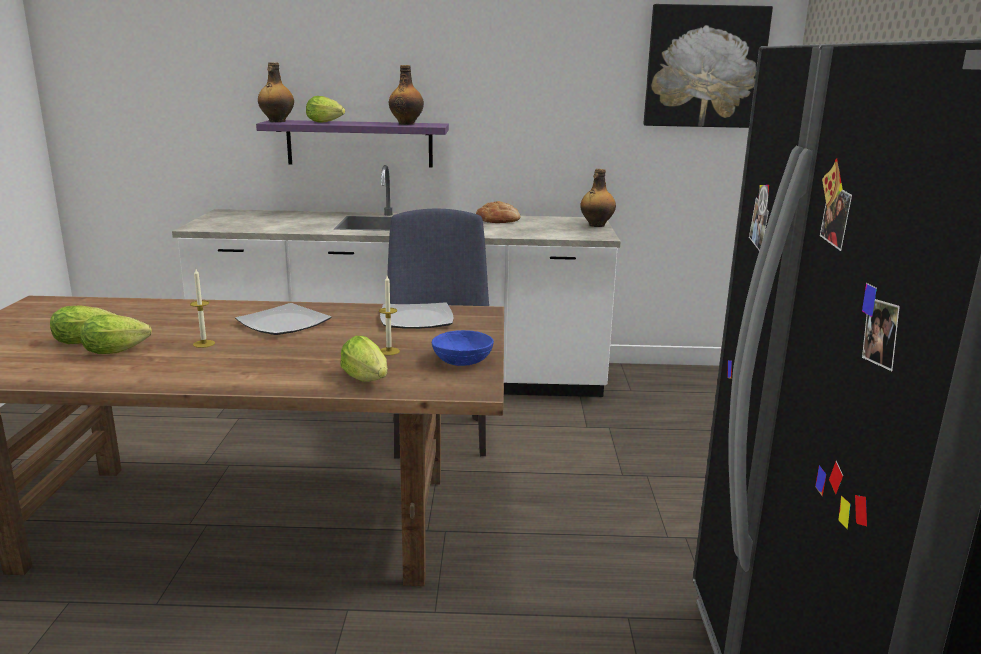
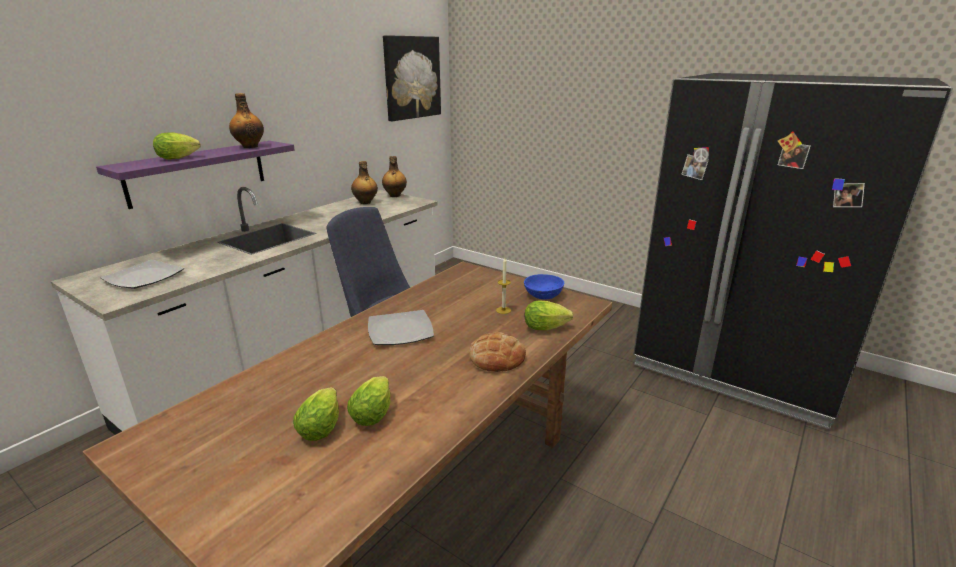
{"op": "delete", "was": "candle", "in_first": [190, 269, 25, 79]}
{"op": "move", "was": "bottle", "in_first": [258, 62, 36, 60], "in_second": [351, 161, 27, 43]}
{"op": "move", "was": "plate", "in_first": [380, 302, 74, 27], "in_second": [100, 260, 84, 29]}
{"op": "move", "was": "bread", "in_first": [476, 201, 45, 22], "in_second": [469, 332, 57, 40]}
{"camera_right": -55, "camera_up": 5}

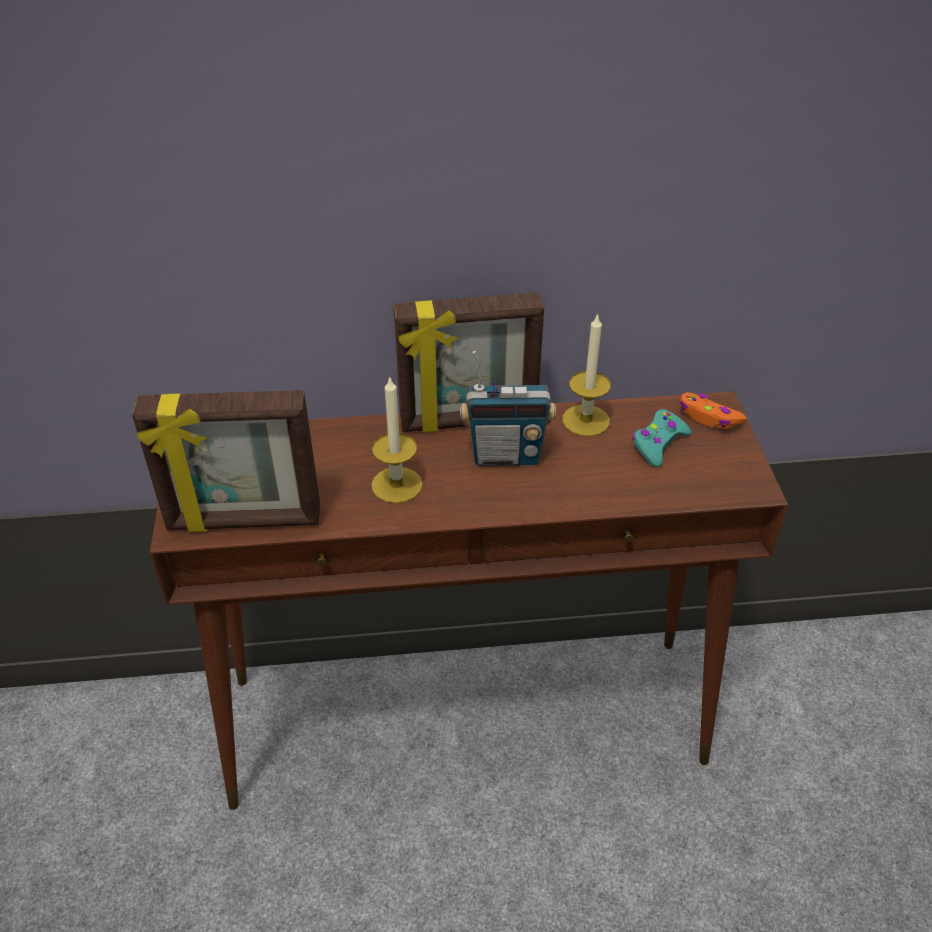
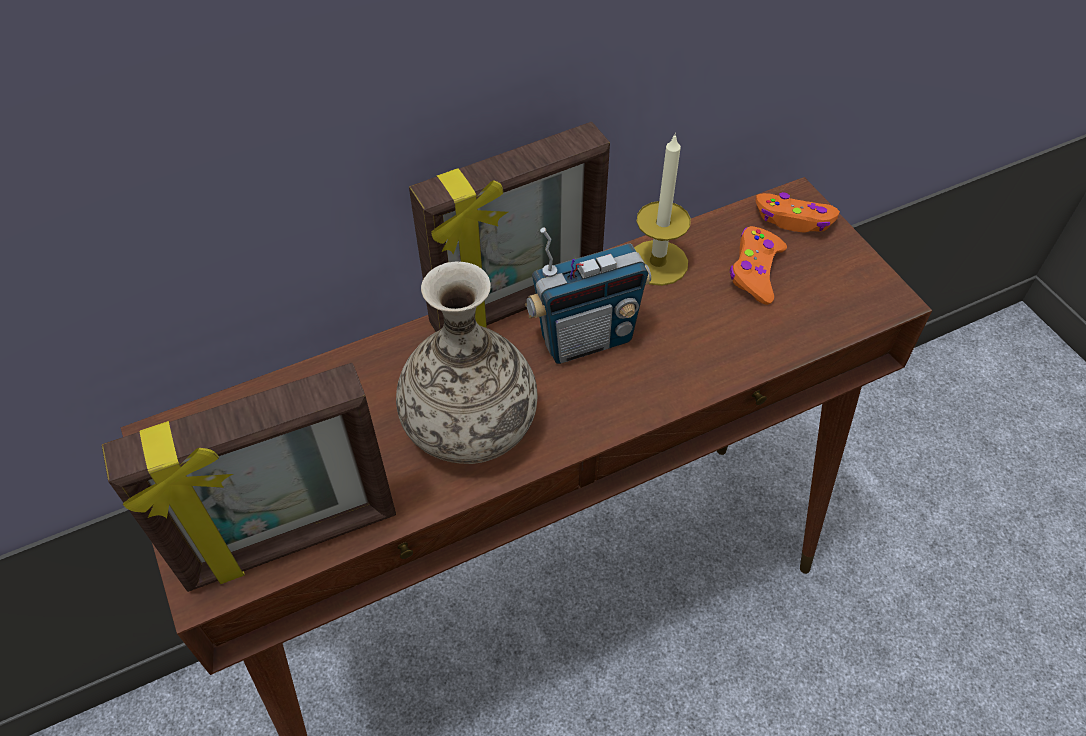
{"op": "replace", "was": "candle", "now": "vase", "in_first": [371, 376, 52, 128], "in_second": [396, 261, 142, 203]}
{"op": "recolor", "was": "turquoise game controller", "now": "orange game controller", "in_first": [632, 409, 60, 58], "in_second": [730, 226, 57, 79]}
{"camera_right": -20, "camera_up": 10}

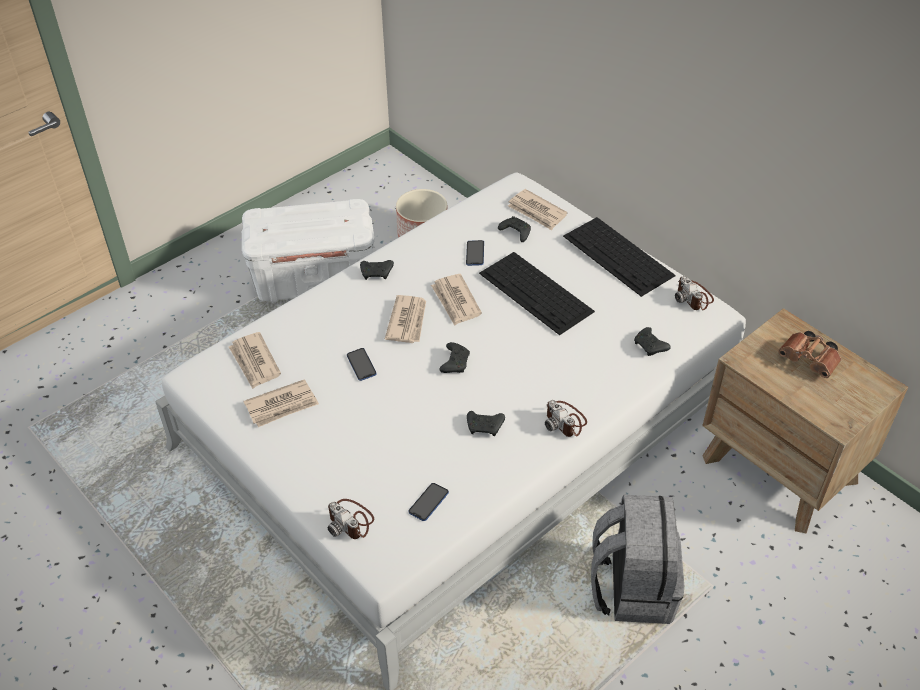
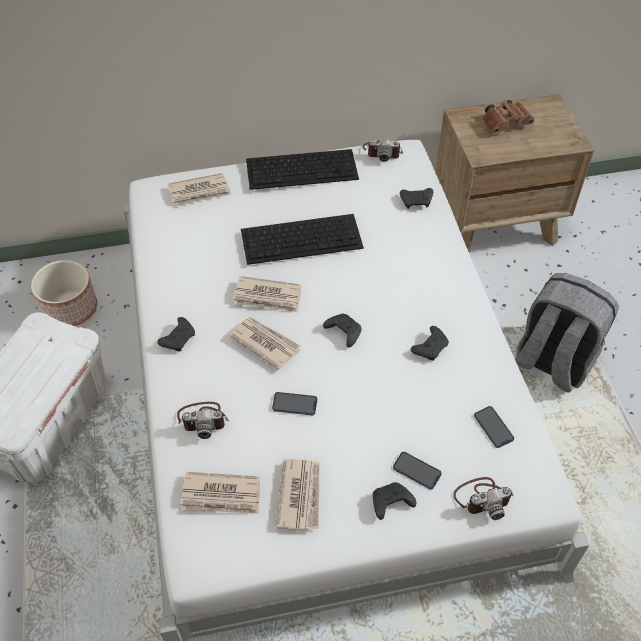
{"op": "move", "was": "phone", "in_first": [466, 240, 18, 26], "in_second": [393, 452, 49, 38]}
{"op": "move", "was": "black game controller", "in_first": [498, 216, 33, 26], "in_second": [373, 482, 43, 38]}
{"op": "move", "was": "photo camera", "in_first": [545, 400, 42, 37], "in_second": [177, 402, 52, 37]}
{"camera_right": -60, "camera_up": 5}

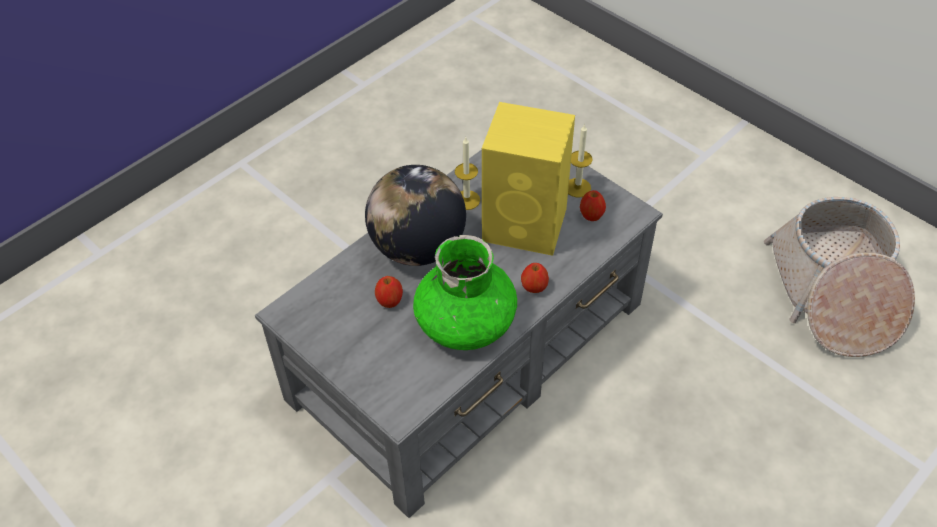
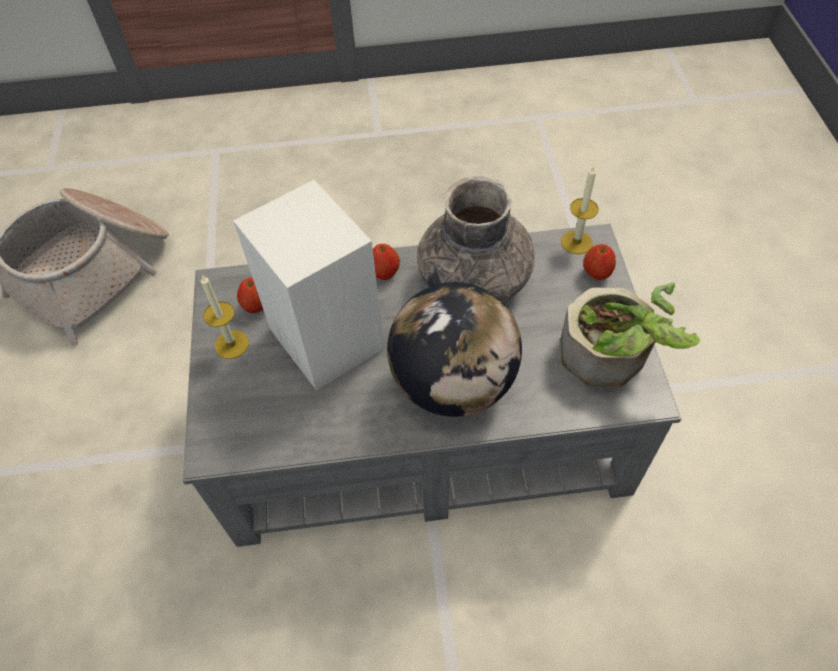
{"op": "move", "was": "apple", "in_first": [375, 276, 28, 32], "in_second": [583, 244, 33, 36]}
{"op": "recolor", "was": "green vase", "now": "grey vase", "in_first": [413, 235, 104, 115], "in_second": [417, 176, 118, 126]}
{"op": "move", "was": "candle", "in_first": [455, 137, 25, 73], "in_second": [561, 166, 37, 88]}
{"op": "recolor", "was": "yellow speaker", "now": "white speaker", "in_first": [482, 102, 93, 154], "in_second": [233, 180, 152, 210]}
{"op": "insert", "now": "potted plant", "in_second": [561, 283, 140, 104]}
{"camera_right": -140, "camera_up": 5}

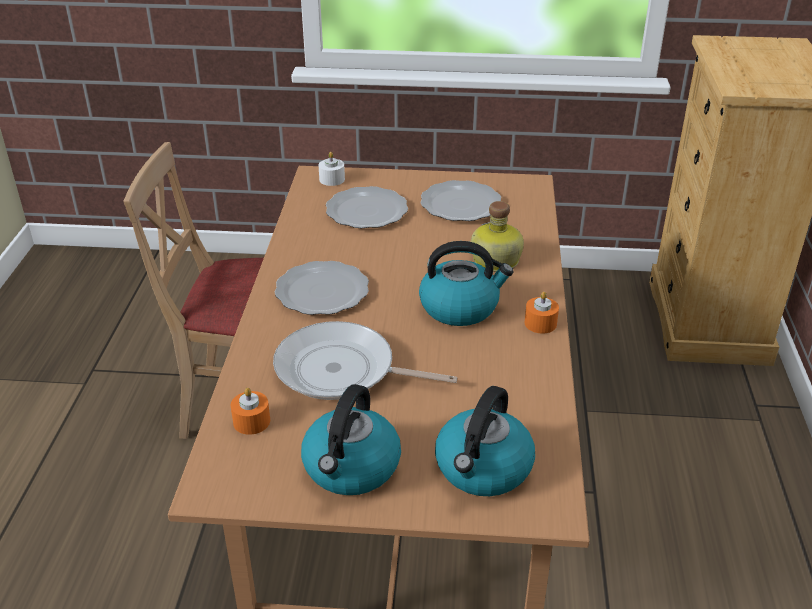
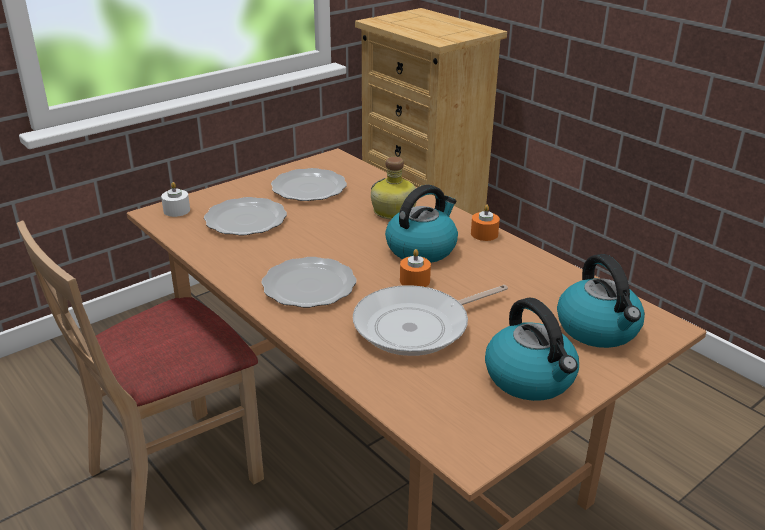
{"op": "move", "was": "orange candle", "in_first": [231, 388, 39, 47], "in_second": [400, 249, 31, 38]}
{"camera_right": -45, "camera_up": -5}

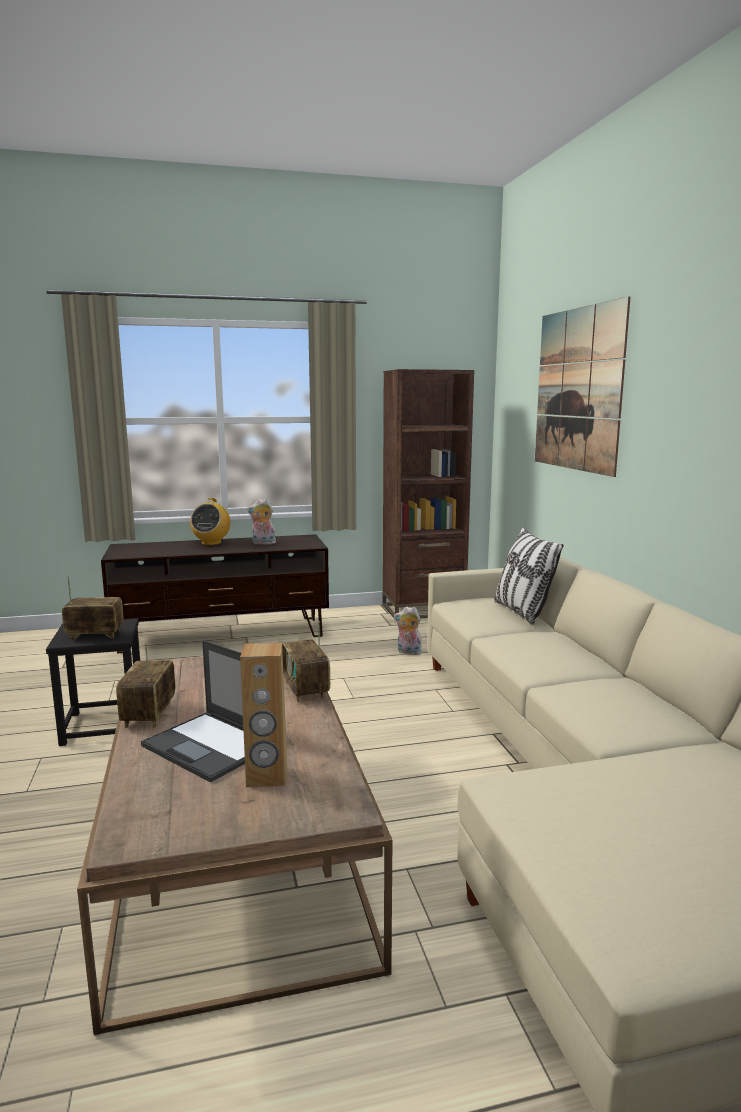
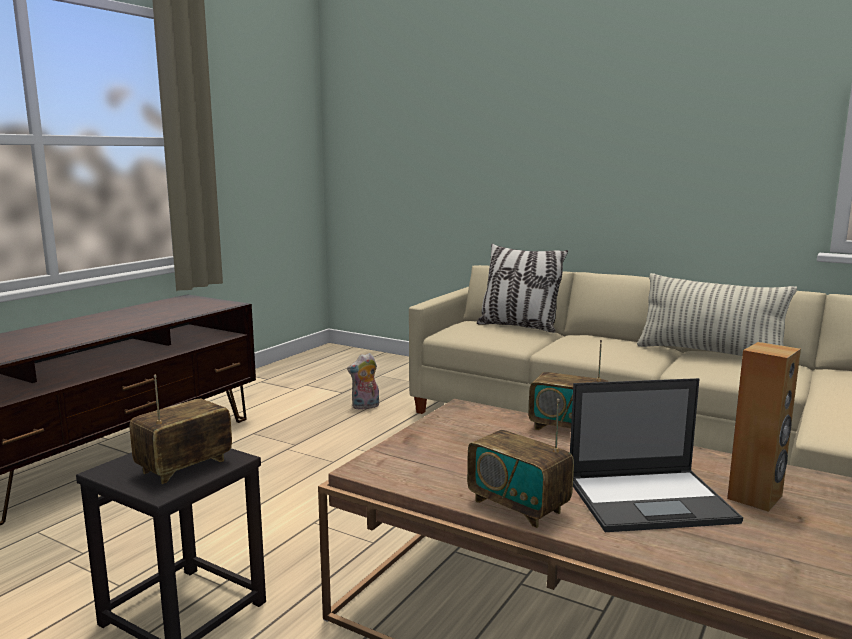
{"op": "delete", "was": "radio", "in_first": [190, 498, 41, 47]}
{"op": "delete", "was": "plush toy", "in_first": [247, 498, 29, 47]}
{"op": "delete", "was": "brown bookcase", "in_first": [382, 369, 92, 250]}
{"op": "delete", "was": "picture", "in_first": [535, 296, 96, 181]}
{"op": "insert", "now": "pillow", "in_second": [637, 273, 160, 83]}
{"camera_right": -45, "camera_up": 0}

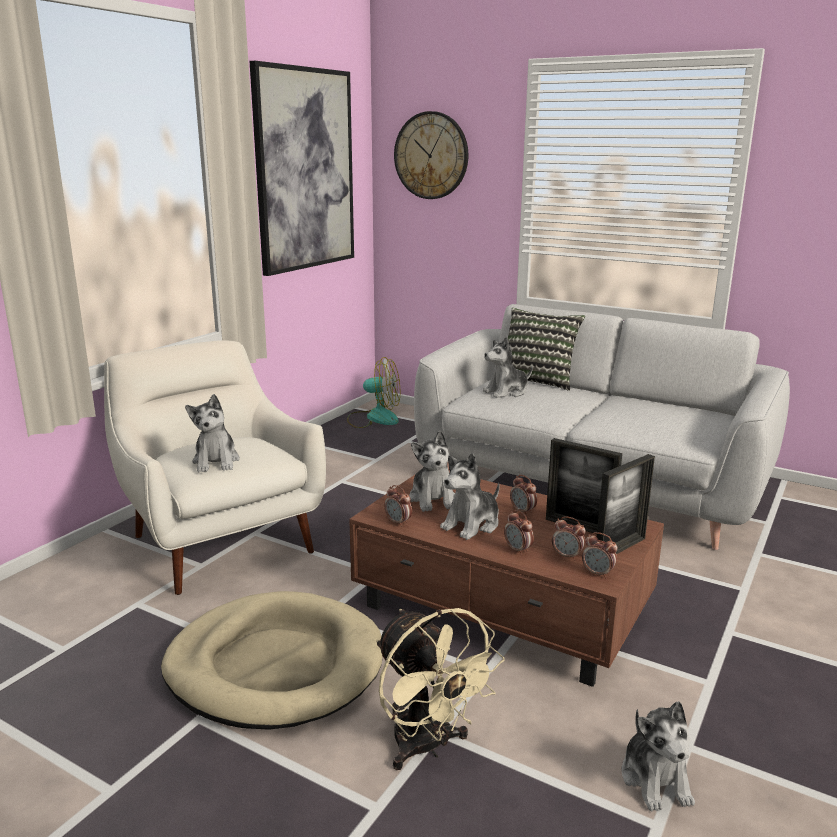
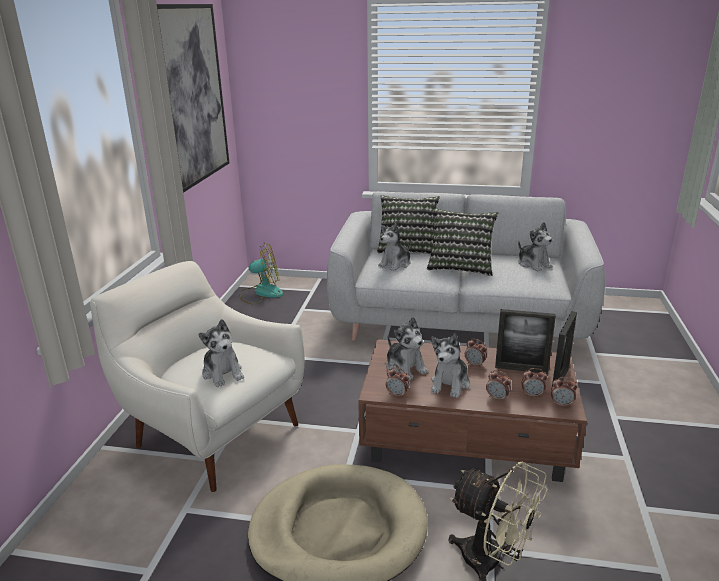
{"op": "delete", "was": "wall clock", "in_first": [394, 111, 74, 88]}
{"op": "move", "was": "plush toy", "in_first": [622, 701, 73, 110], "in_second": [518, 222, 35, 49]}
{"op": "insert", "now": "pillow", "in_second": [427, 208, 71, 68]}
{"camera_right": -20, "camera_up": 5}

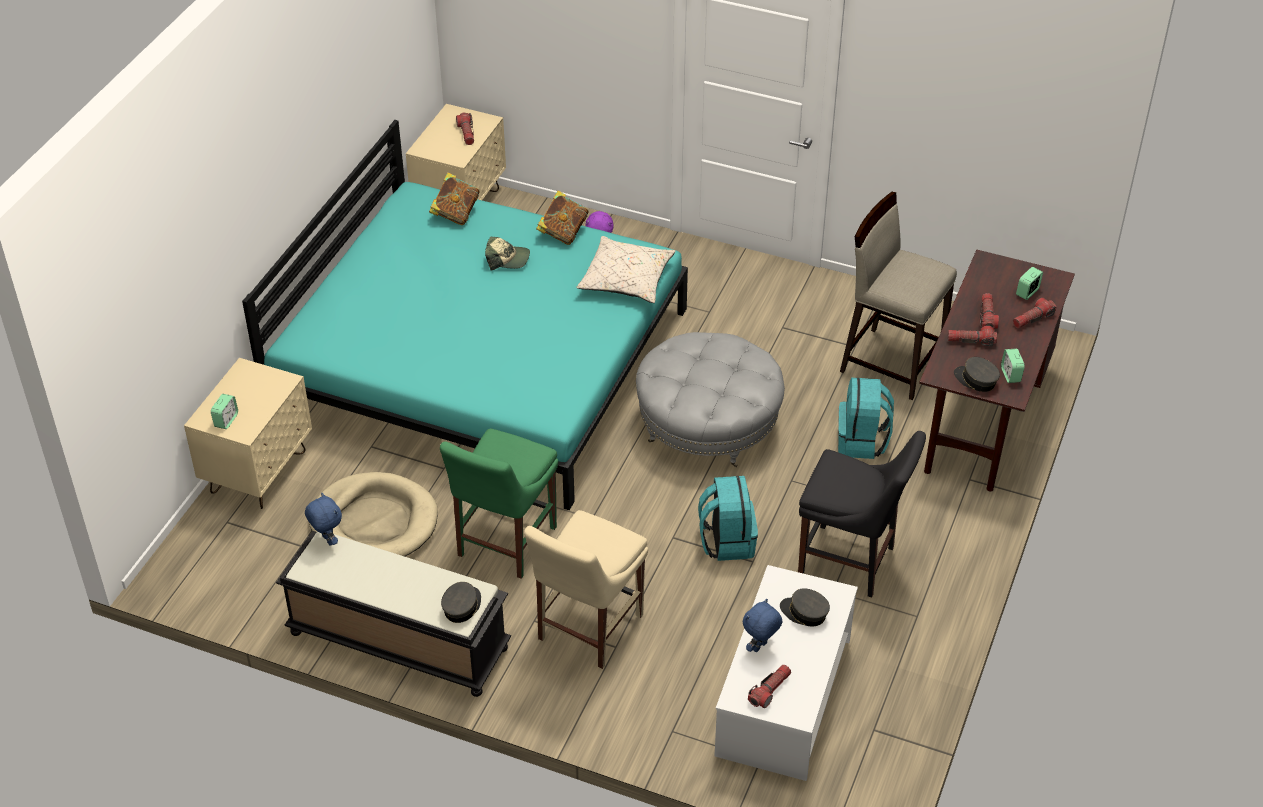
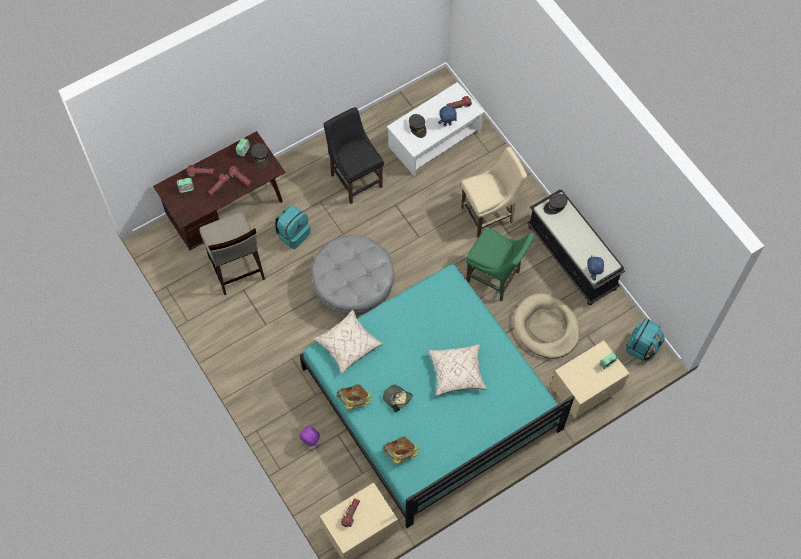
{"op": "rotate", "was": "green chair", "in_first": [440, 429, 118, 150], "in_second": [466, 226, 68, 75], "clockwise": 60}
{"op": "move", "was": "turquoise backpack", "in_first": [698, 476, 60, 85], "in_second": [625, 318, 40, 43]}
{"op": "insert", "now": "beige pillow", "in_second": [428, 344, 59, 52]}
{"camera_right": -145, "camera_up": 20}

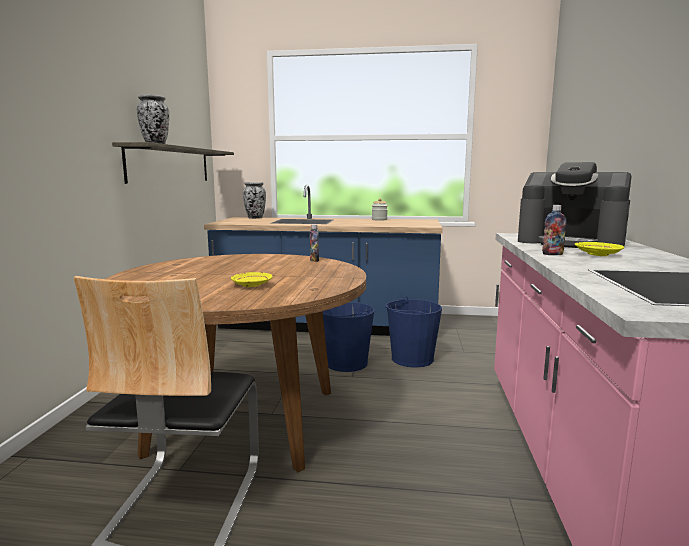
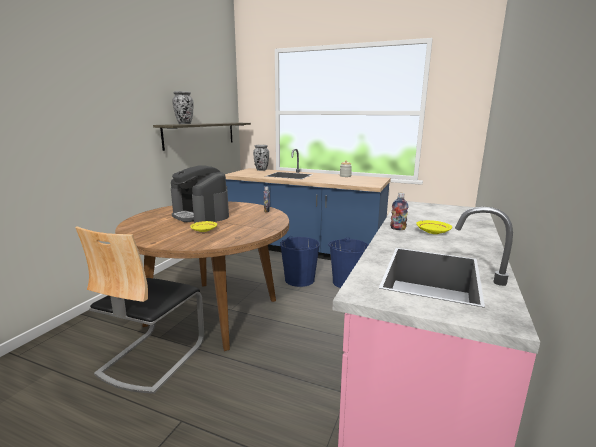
{"op": "move", "was": "coffee machine", "in_first": [518, 162, 114, 86], "in_second": [171, 166, 58, 57]}
{"camera_right": 15, "camera_up": 5}

